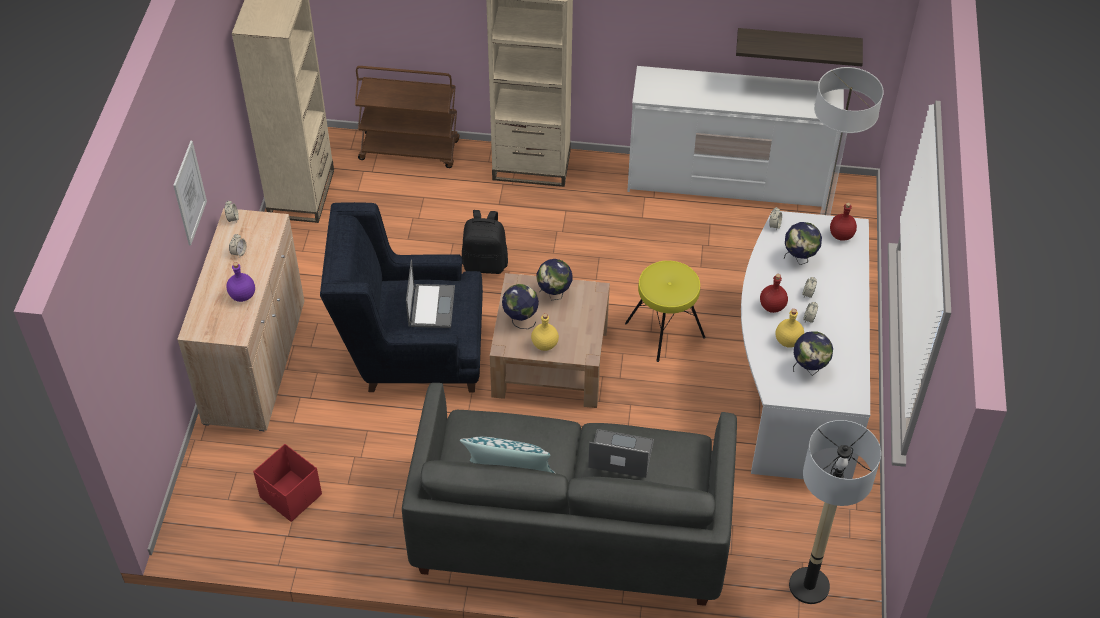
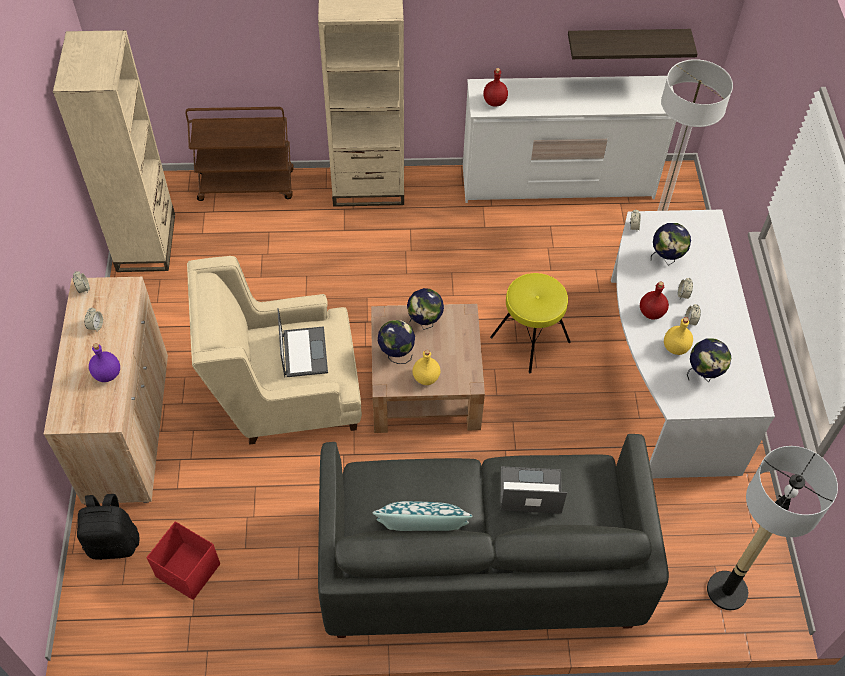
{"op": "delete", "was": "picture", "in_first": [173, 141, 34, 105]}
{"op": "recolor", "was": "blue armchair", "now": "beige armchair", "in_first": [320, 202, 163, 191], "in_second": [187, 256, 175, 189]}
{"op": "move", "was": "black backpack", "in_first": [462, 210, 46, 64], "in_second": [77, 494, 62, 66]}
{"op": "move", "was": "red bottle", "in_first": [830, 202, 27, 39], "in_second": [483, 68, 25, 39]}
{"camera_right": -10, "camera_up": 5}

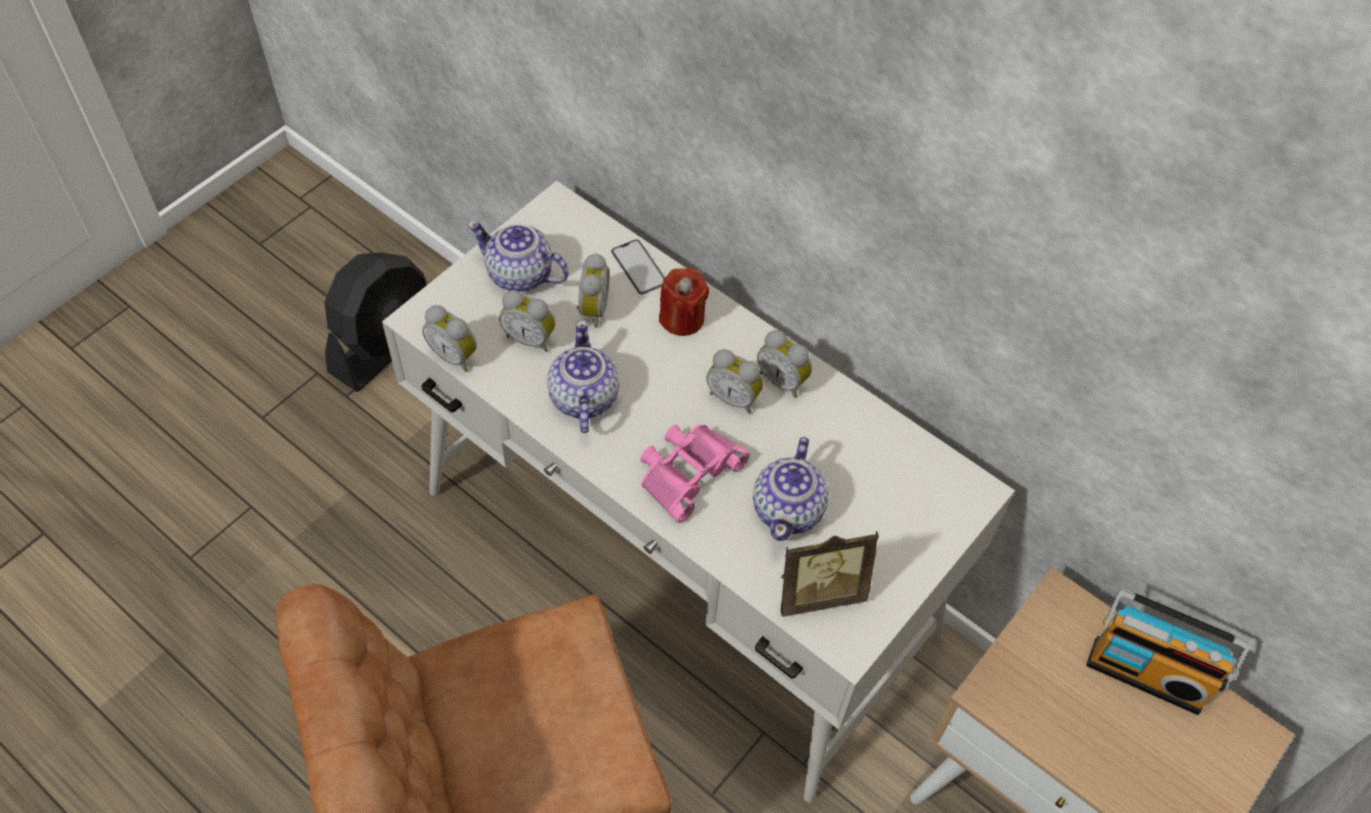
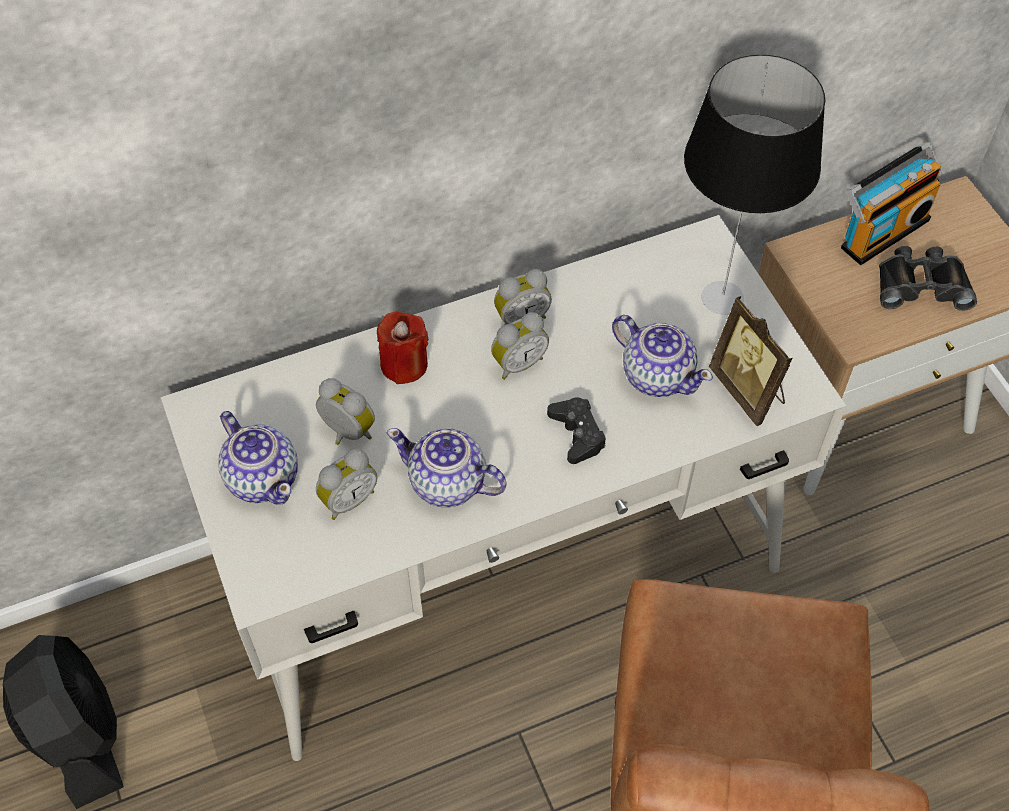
{"op": "delete", "was": "alarm clock", "in_first": [422, 305, 55, 67]}
{"op": "rotate", "was": "teapot", "in_first": [467, 221, 102, 71], "in_second": [219, 411, 79, 94], "clockwise": -90}
{"op": "delete", "was": "phone", "in_first": [611, 239, 54, 56]}
{"op": "replace", "was": "pink binoculars", "now": "black game controller", "in_first": [640, 425, 110, 98], "in_second": [547, 397, 59, 67]}
{"op": "rotate", "was": "picture frame", "in_first": [781, 531, 98, 86], "in_second": [709, 296, 84, 130], "clockwise": 135}
{"op": "insert", "now": "table lamp", "in_second": [684, 55, 141, 260]}
{"op": "insert", "now": "black binoculars", "in_second": [879, 246, 98, 65]}
{"camera_right": -60, "camera_up": 0}

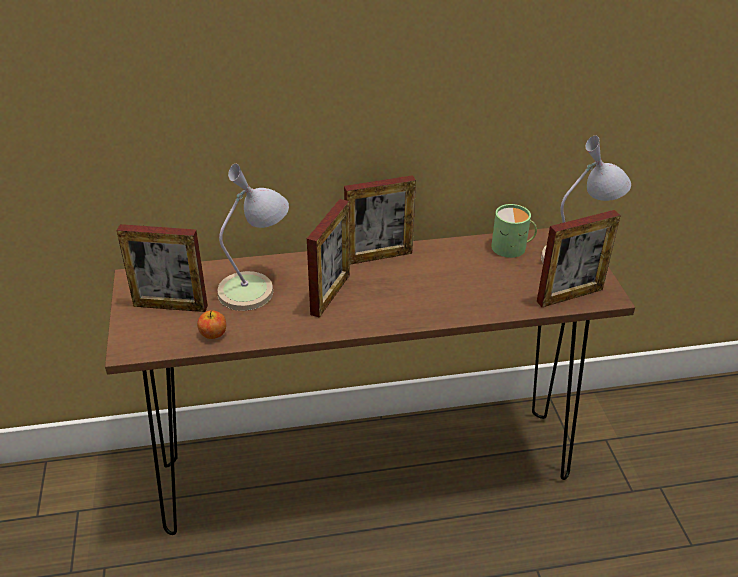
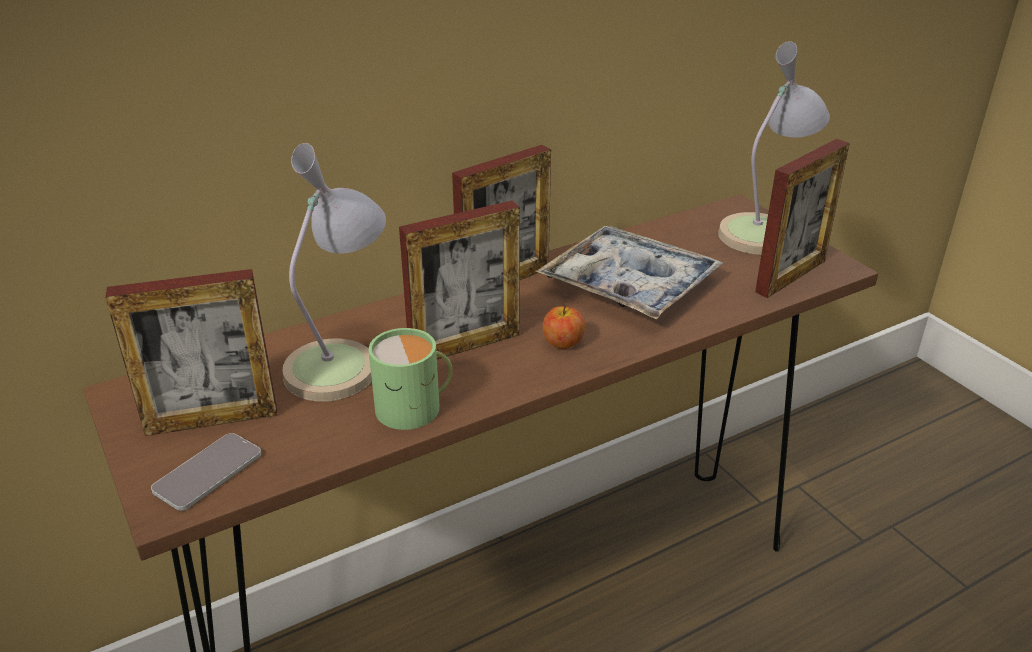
{"op": "move", "was": "apple", "in_first": [197, 310, 29, 29], "in_second": [543, 303, 42, 46]}
{"op": "rotate", "was": "picture frame", "in_first": [307, 199, 43, 119], "in_second": [399, 200, 121, 159], "clockwise": 60}
{"op": "move", "was": "green mug", "in_first": [491, 204, 46, 54], "in_second": [369, 328, 84, 102]}
{"op": "insert", "now": "phone", "in_second": [151, 433, 110, 78]}
{"op": "insert", "now": "tray", "in_second": [536, 226, 187, 94]}
{"camera_right": -20, "camera_up": -5}

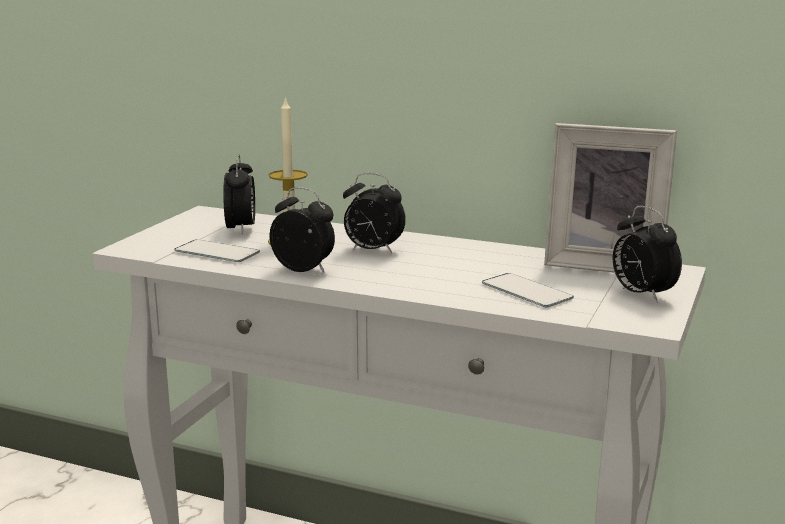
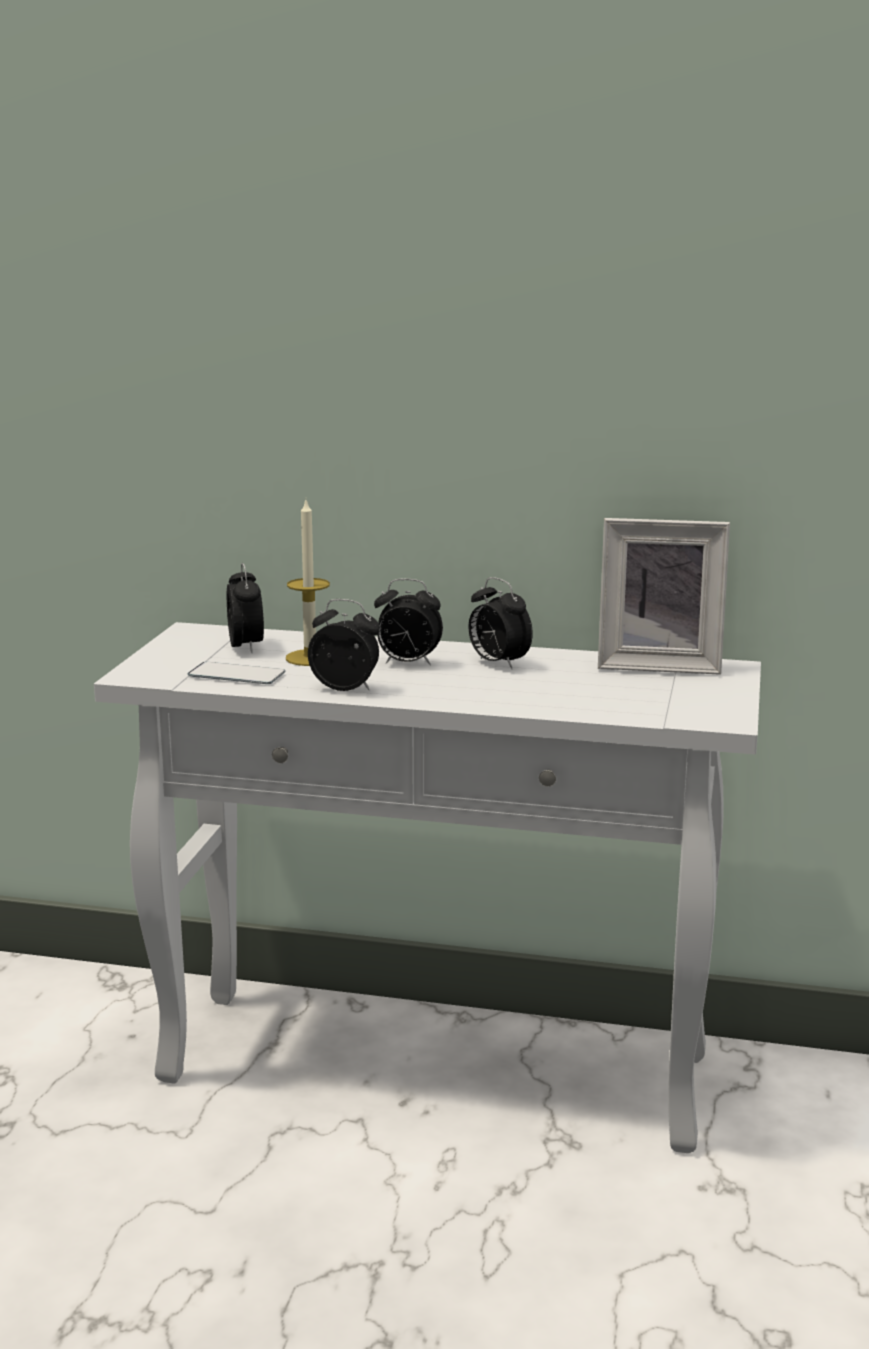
{"op": "delete", "was": "phone", "in_first": [482, 273, 92, 34]}
{"op": "move", "was": "alarm clock", "in_first": [613, 206, 69, 97], "in_second": [468, 577, 65, 92]}
{"camera_right": -10, "camera_up": 0}

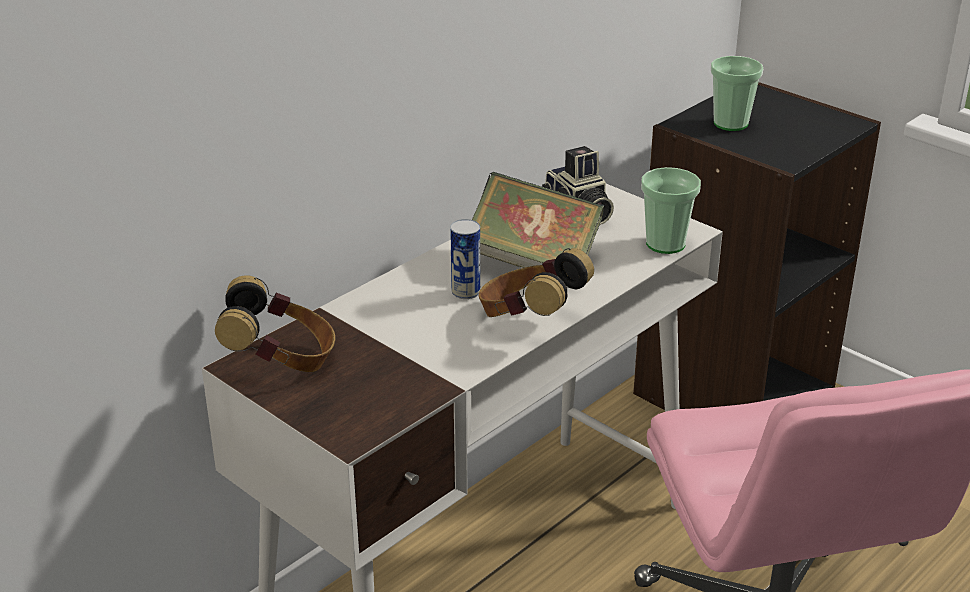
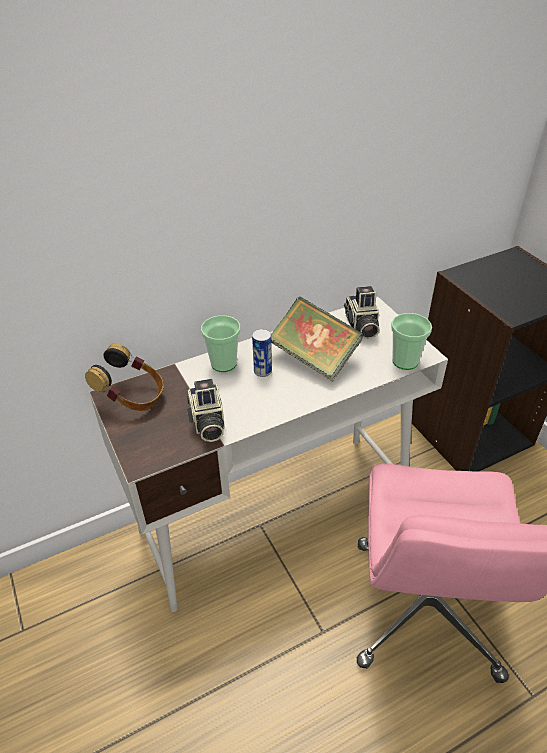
{"op": "delete", "was": "headphones", "in_first": [479, 248, 115, 69]}
{"op": "move", "was": "cup", "in_first": [711, 56, 52, 75], "in_second": [201, 315, 40, 57]}
{"op": "insert", "now": "photo camera", "in_second": [187, 379, 38, 63]}
{"camera_right": 20, "camera_up": 10}

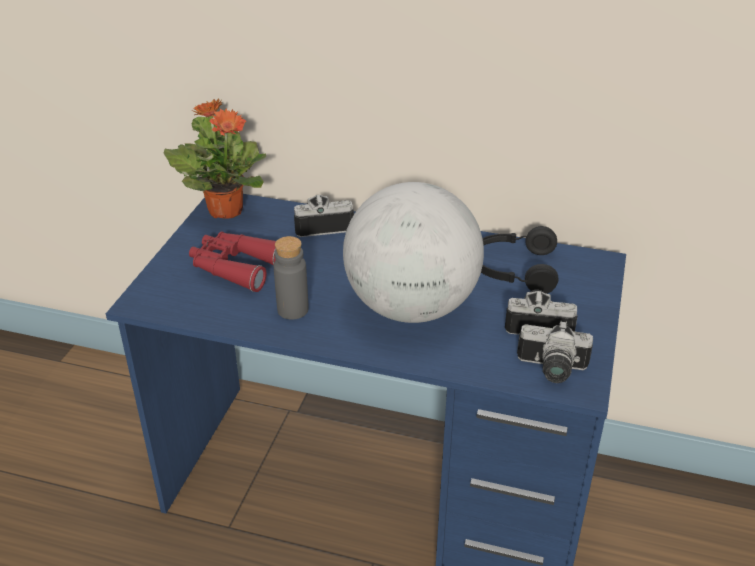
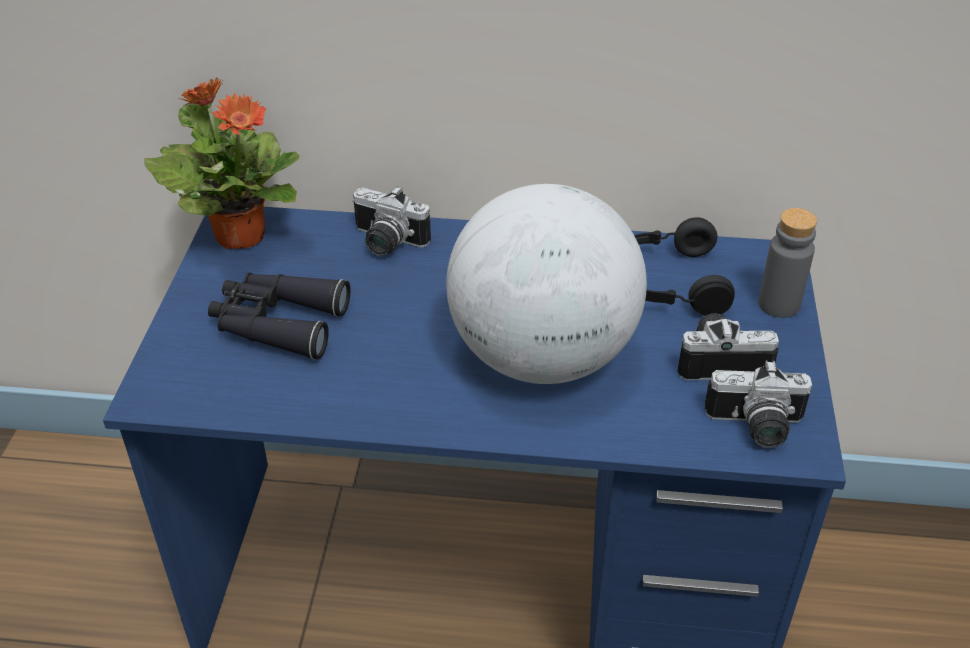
{"op": "recolor", "was": "red binoculars", "now": "black binoculars", "in_first": [189, 231, 87, 61], "in_second": [208, 272, 142, 88]}
{"op": "move", "was": "grey bottle", "in_first": [274, 236, 35, 84], "in_second": [758, 208, 59, 110]}
{"op": "rotate", "was": "photo camera", "in_first": [294, 195, 60, 42], "in_second": [352, 186, 79, 70], "clockwise": -135}
{"camera_right": -10, "camera_up": 5}

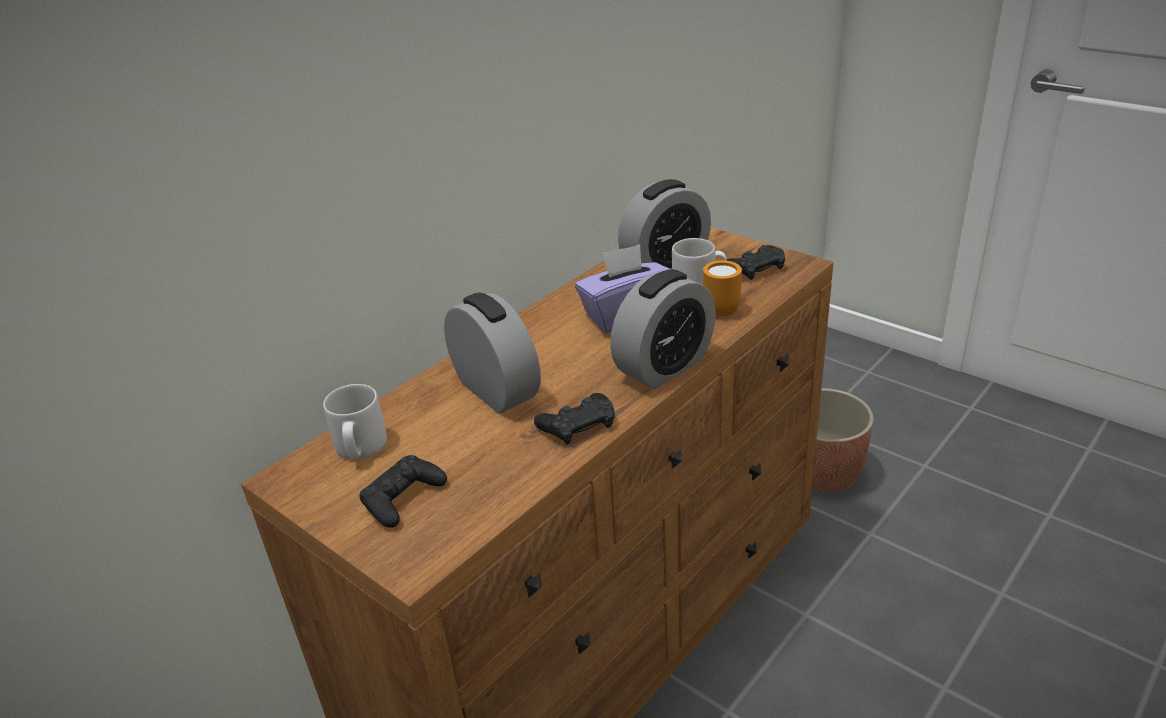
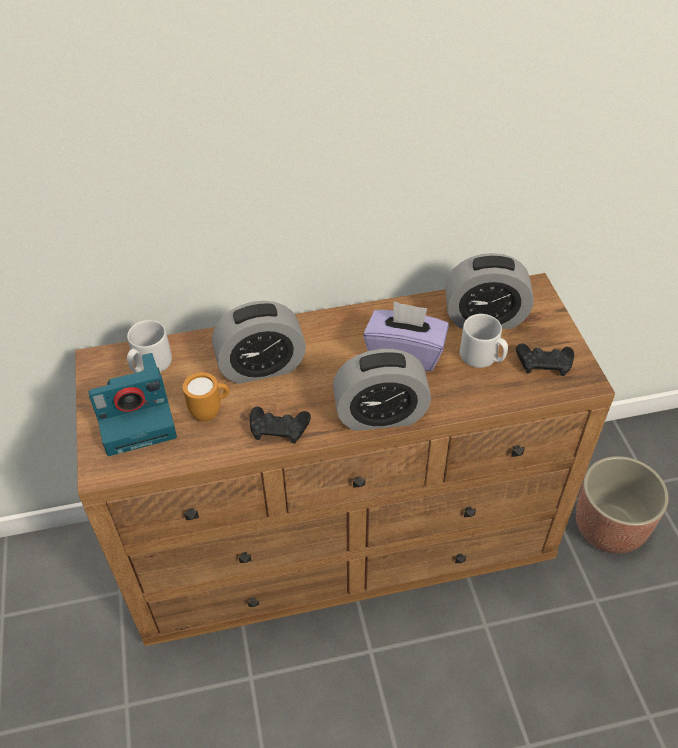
{"op": "replace", "was": "black game controller", "now": "photo camera", "in_first": [360, 455, 87, 73], "in_second": [88, 353, 89, 103]}
{"op": "rotate", "was": "alarm clock", "in_first": [444, 292, 97, 122], "in_second": [212, 301, 94, 83], "clockwise": 75}
{"op": "move", "was": "orange mug", "in_first": [703, 260, 39, 56], "in_second": [183, 372, 47, 49]}
{"camera_right": 35, "camera_up": 15}

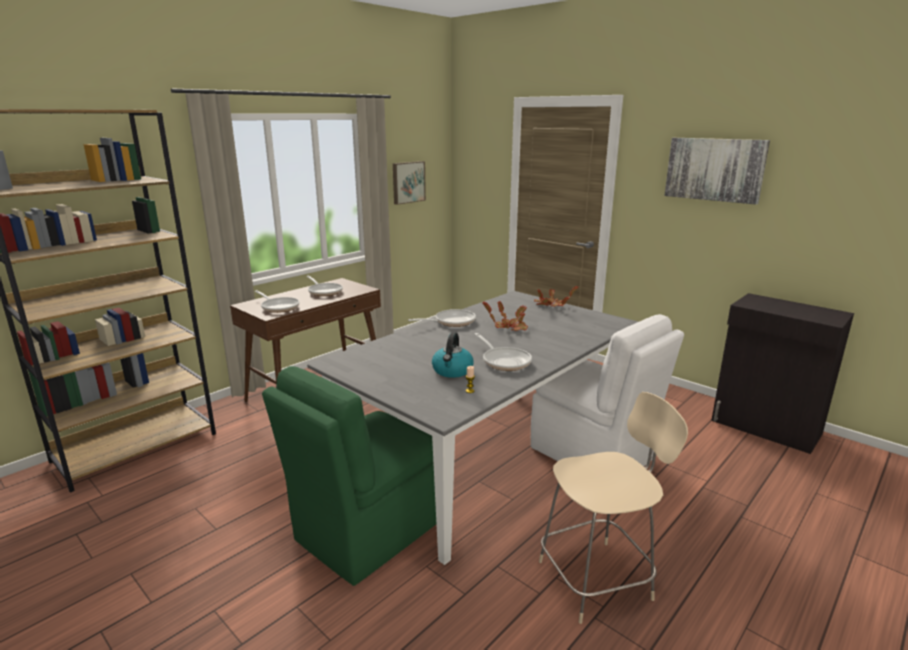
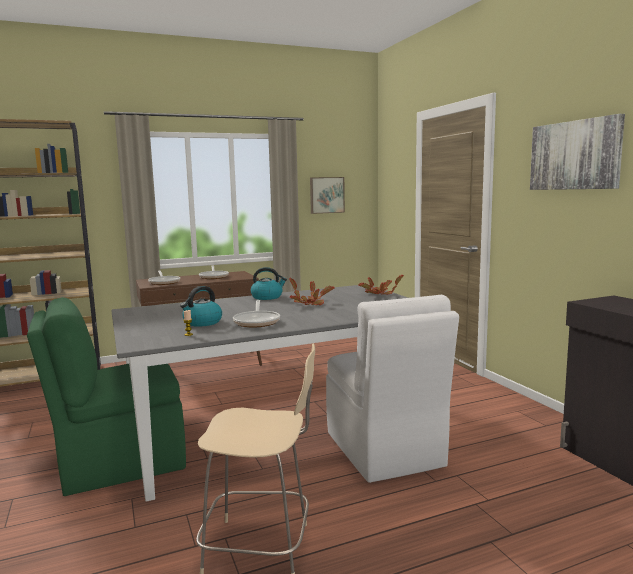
{"op": "replace", "was": "frying pan", "now": "kettle", "in_first": [408, 309, 68, 18], "in_second": [251, 267, 36, 33]}
{"camera_right": 25, "camera_up": -10}

